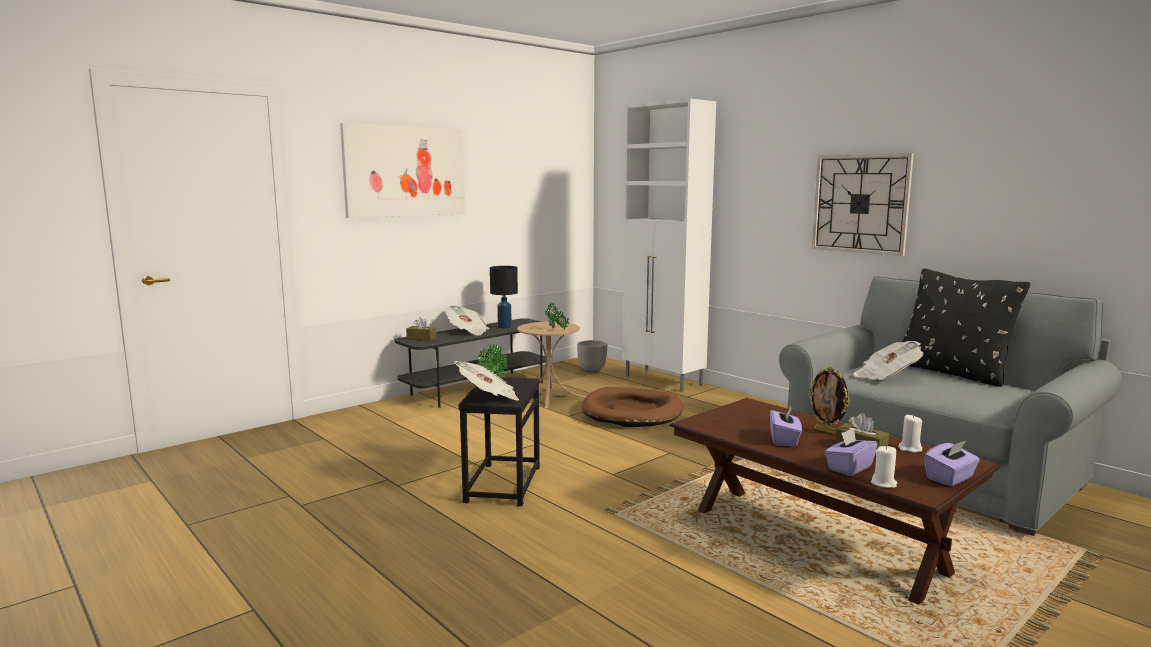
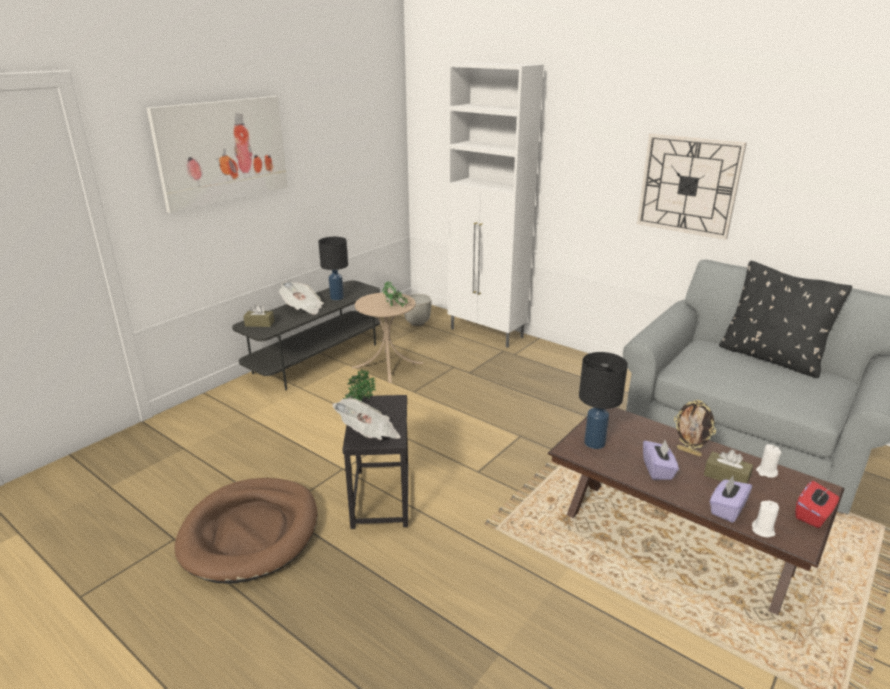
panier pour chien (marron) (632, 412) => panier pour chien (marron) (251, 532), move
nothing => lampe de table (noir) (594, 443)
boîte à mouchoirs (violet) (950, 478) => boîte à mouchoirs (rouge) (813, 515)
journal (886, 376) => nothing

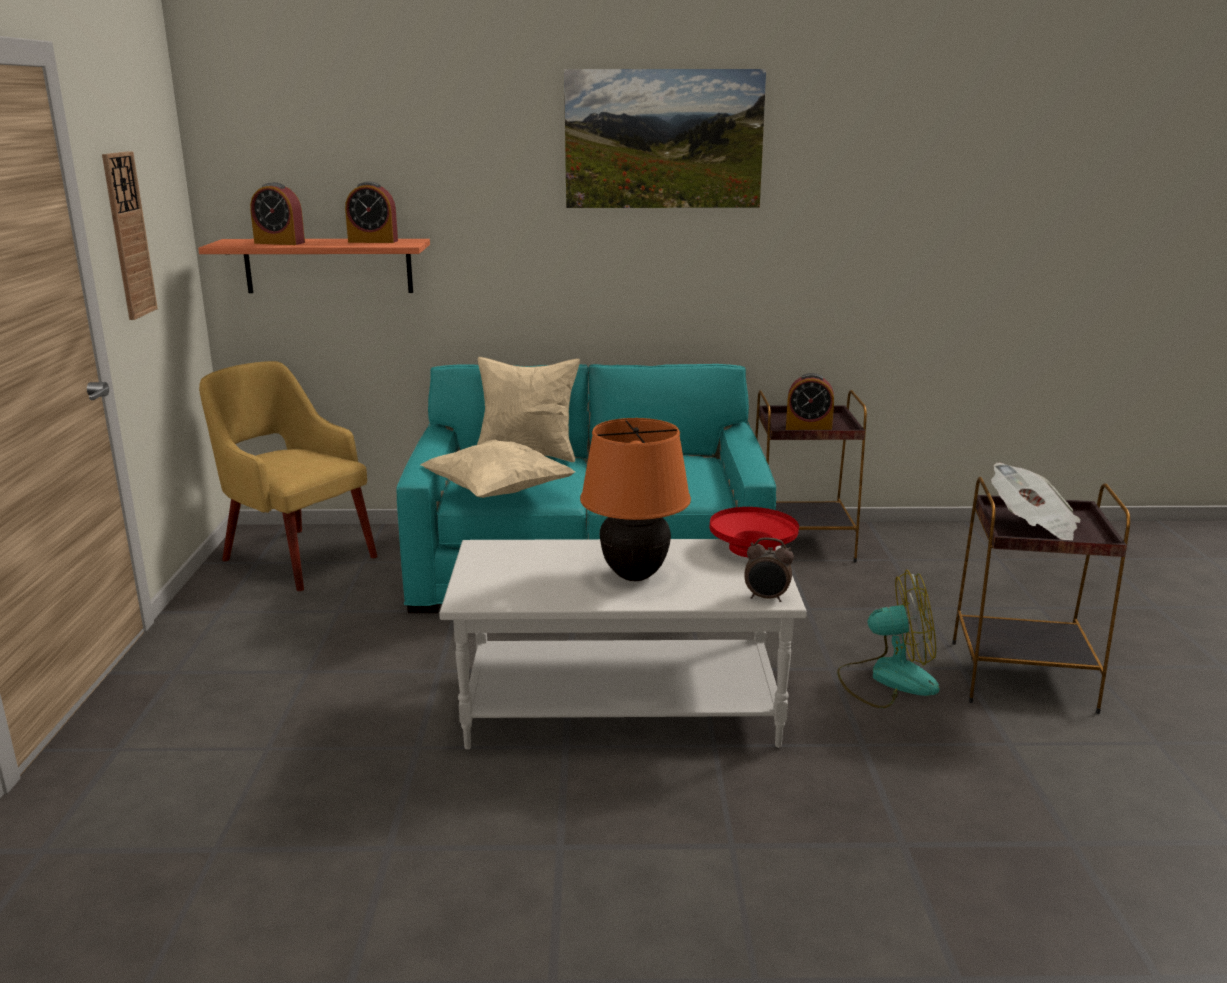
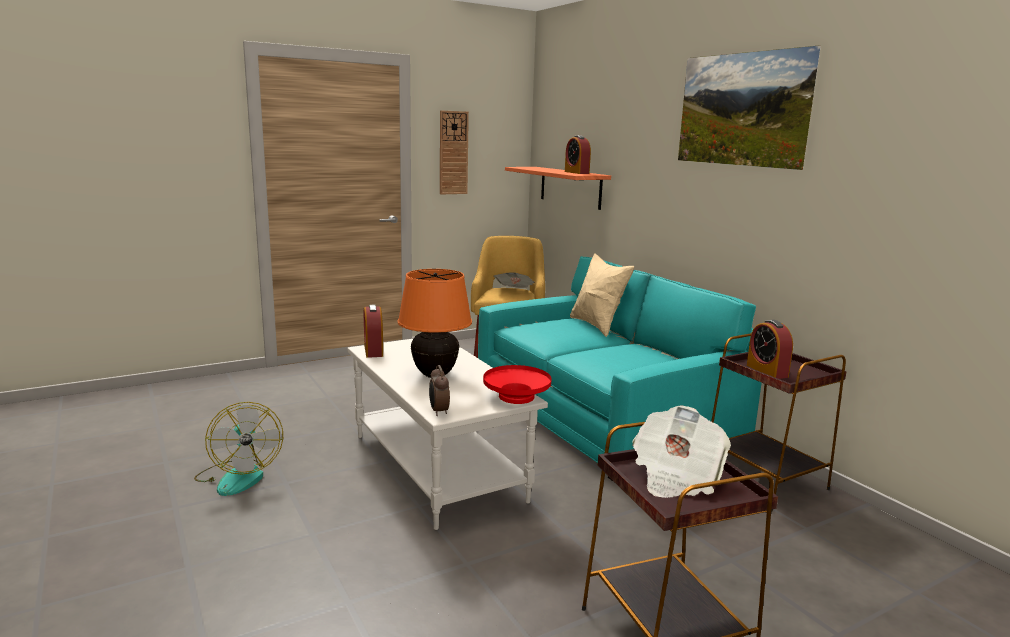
ventilateur (887, 679) => ventilateur (239, 476), move
réveil (279, 243) => réveil (373, 351), move
nothing => journal (514, 291)
coussin (beige) (498, 493) => nothing

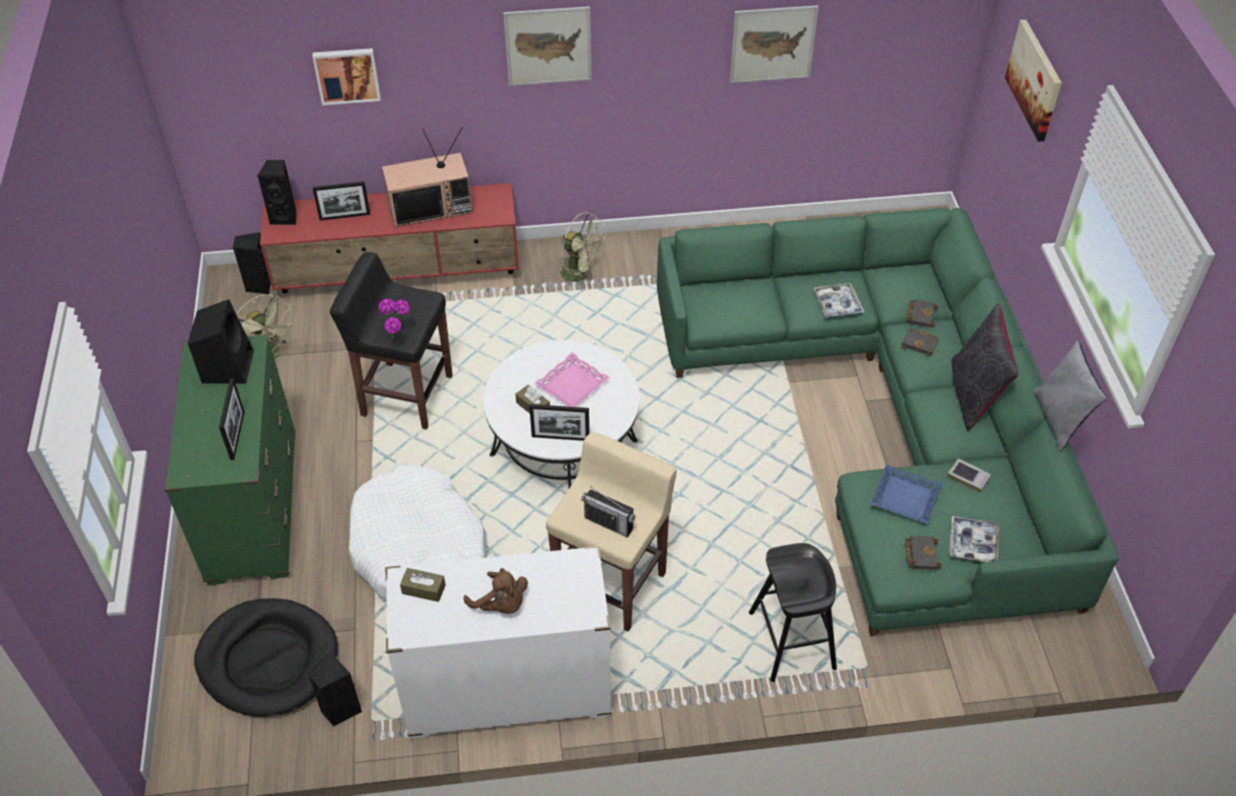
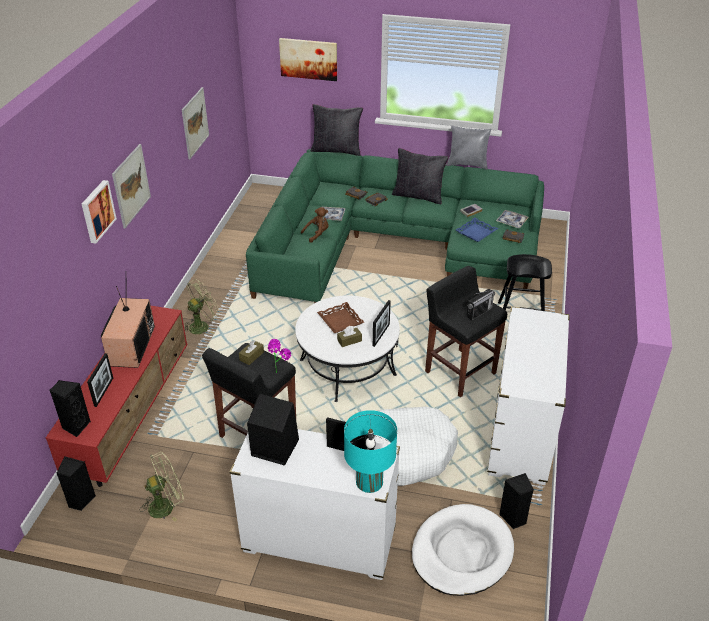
tableau (347, 75) => tableau (97, 211), move
commode (vert) (253, 508) => commode (blanc) (319, 541)
boîte à mouchoirs (marron) (423, 589) => boîte à mouchoirs (marron) (251, 356), move
peluche (marron) (501, 604) => peluche (marron) (317, 234), move
nothing => coussin (noir) (336, 150)
plateau (rose) (572, 384) => plateau (marron) (340, 321)
nothing => lampe de table (turquoise) (369, 482)
panier pour chien (noir) (268, 660) => panier pour chien (blanc) (461, 552)
tabouret (beige) (612, 583) => tabouret (noir) (459, 372)

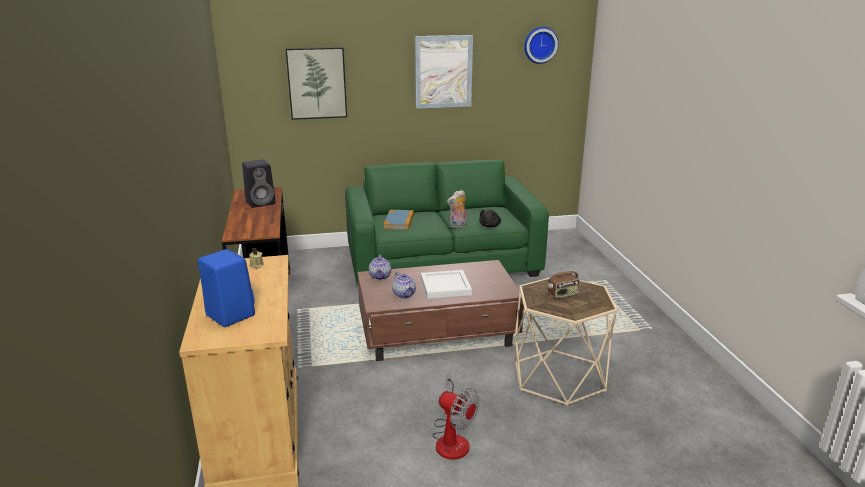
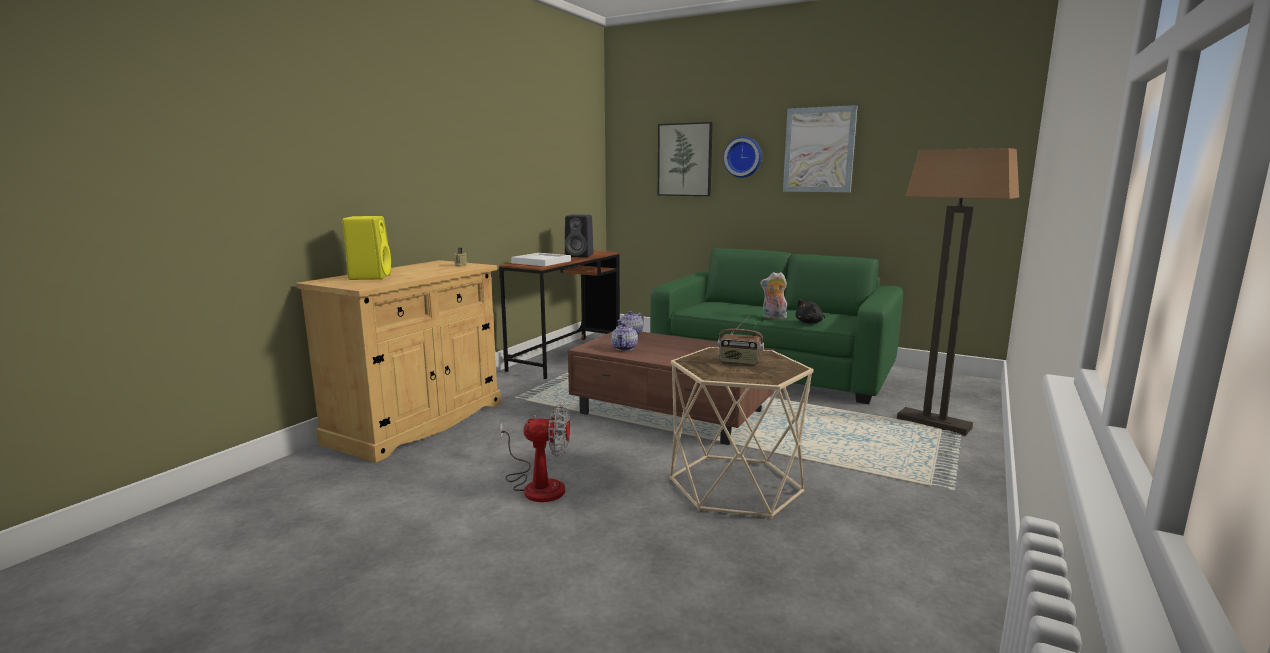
enceinte (bleu) (229, 315) => enceinte (jaune) (370, 277)
ventilateur (452, 438) => ventilateur (537, 485), 75 degrees counterclockwise
plateau (blanc) (445, 286) => plateau (blanc) (540, 262), move
horloge murale (540, 44) => horloge murale (743, 157), move
nothing => lampadaire (934, 423)
livre (399, 222) => nothing

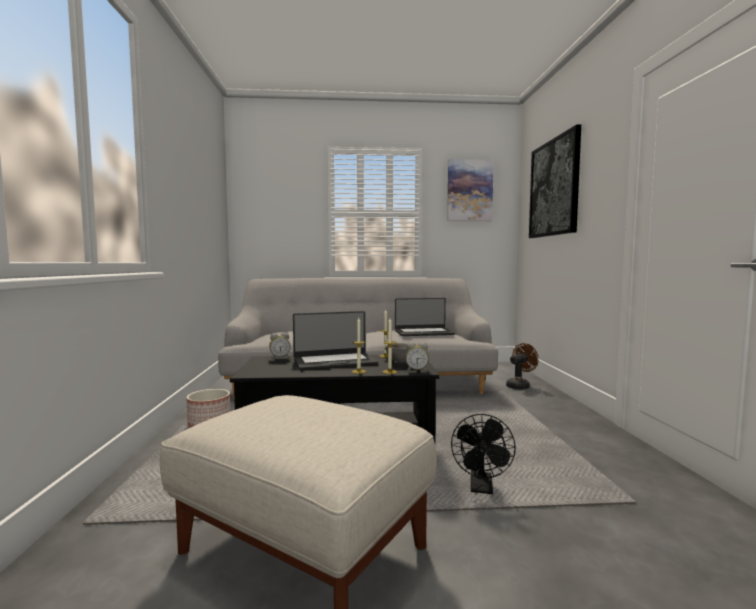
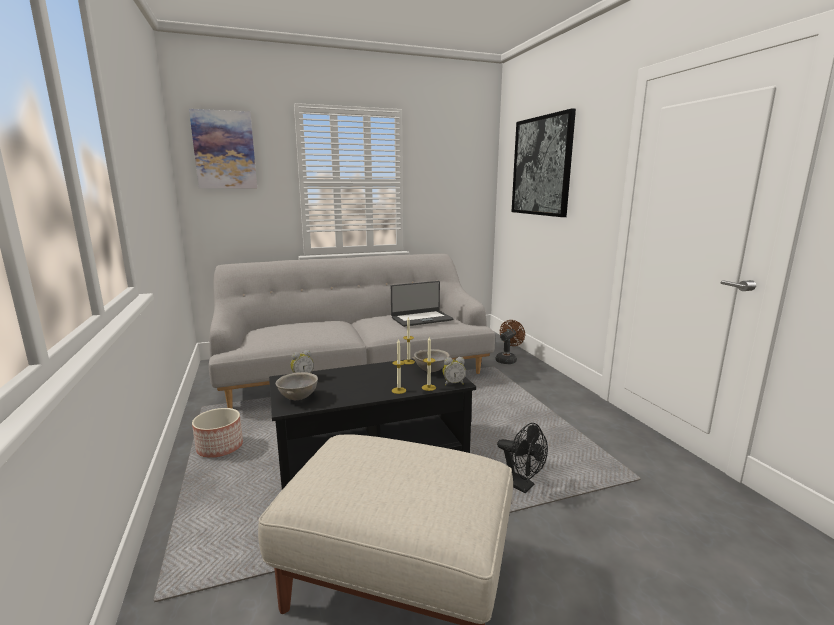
tableau (469, 190) => tableau (224, 150), move
nothing => bol (gris) (297, 398)
ventilateur (noir) (482, 489) => ventilateur (noir) (521, 485), 45 degrees counterclockwise
ordinateur portable (334, 362) => nothing

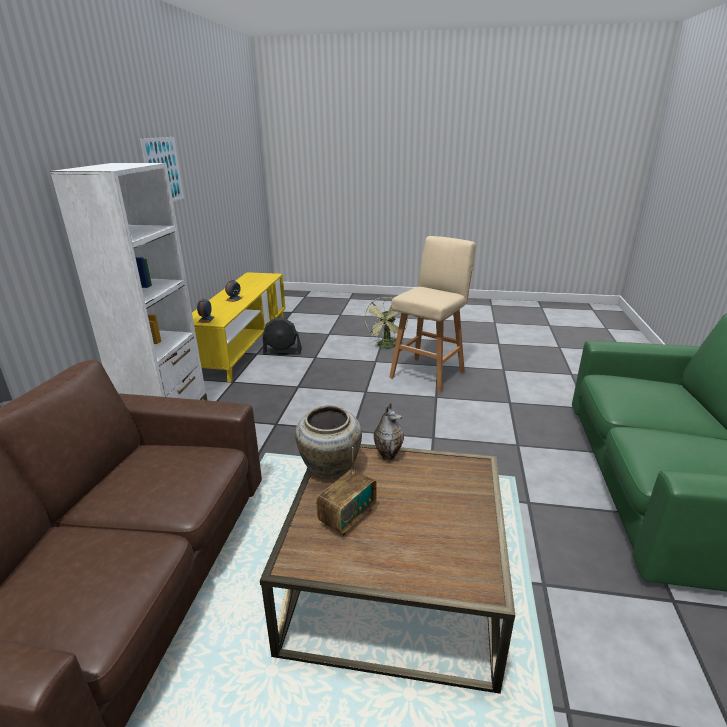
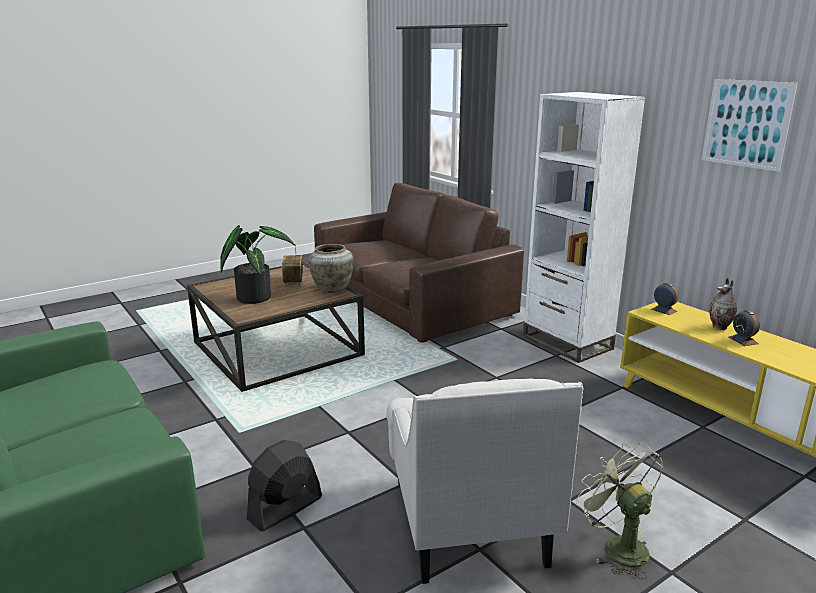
nothing => plante en pot (256, 296)
ventilateur (noir) (282, 352) => ventilateur (noir) (285, 508), move
tabouret (beige) (428, 374) => fauteuil (blanc) (467, 520)
vase (388, 455) => vase (720, 327), move

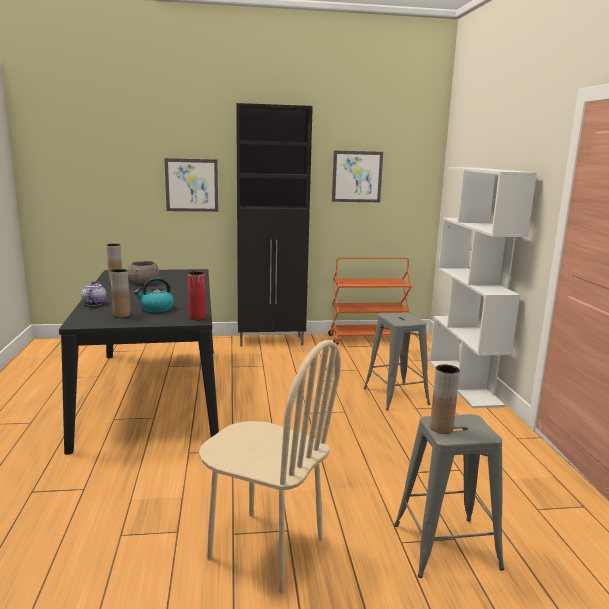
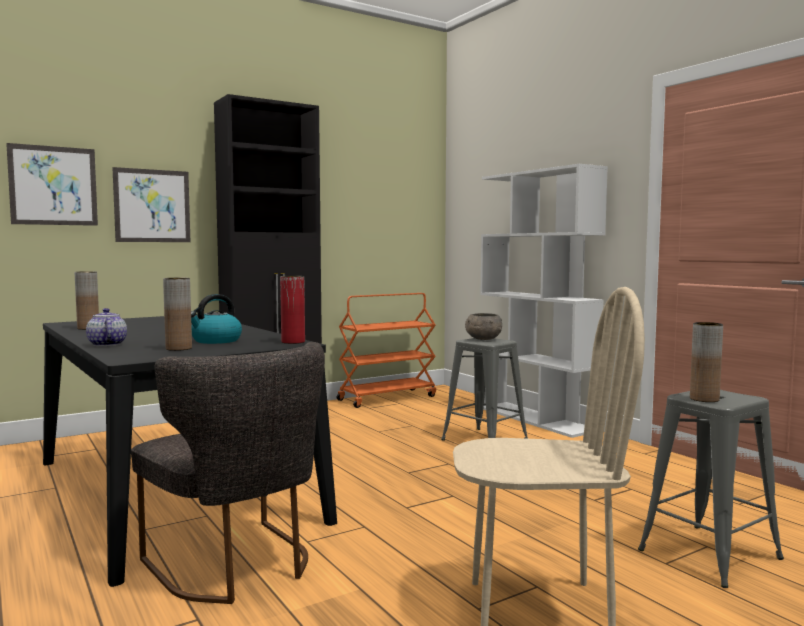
tableau (357, 176) => tableau (53, 185), move
nothing => chaise (gris) (237, 567)
bol (gris) (143, 282) => bol (gris) (483, 339), move

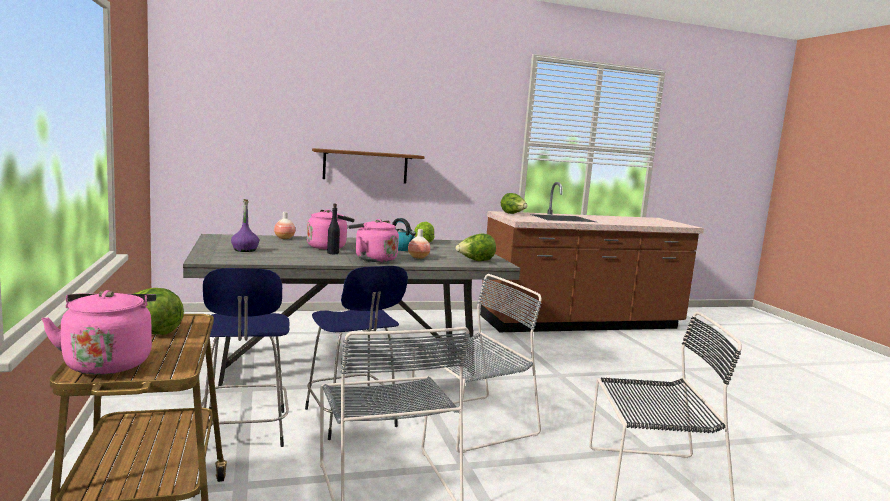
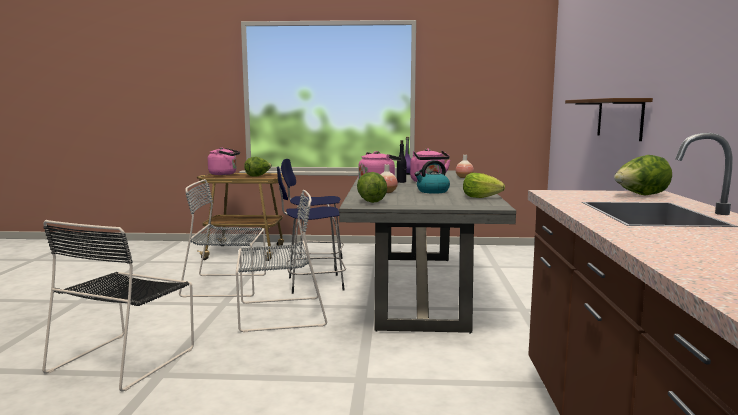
chaise (gris) (469, 423) => chaise (gris) (278, 314), 90 degrees counterclockwise

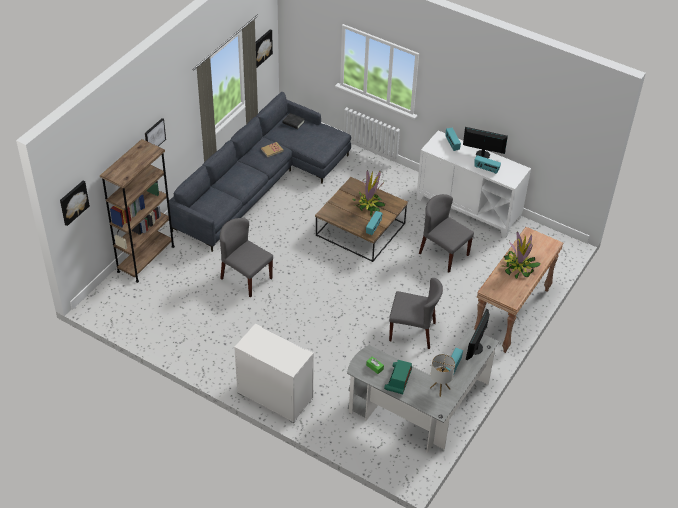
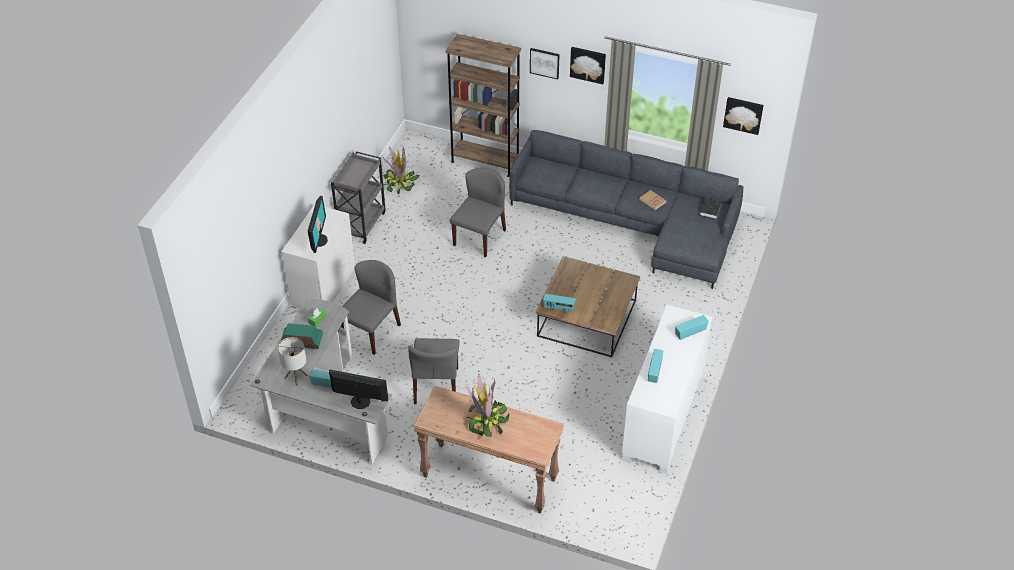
écran d'ordinateur (482, 155) => écran d'ordinateur (319, 240), move
nothing => chariot (gris) (361, 223)
chaise (gris) (443, 254) => chaise (gris) (371, 331), move
plante en pot (368, 205) => plante en pot (399, 183), move
tableau (73, 202) => tableau (588, 64), move

